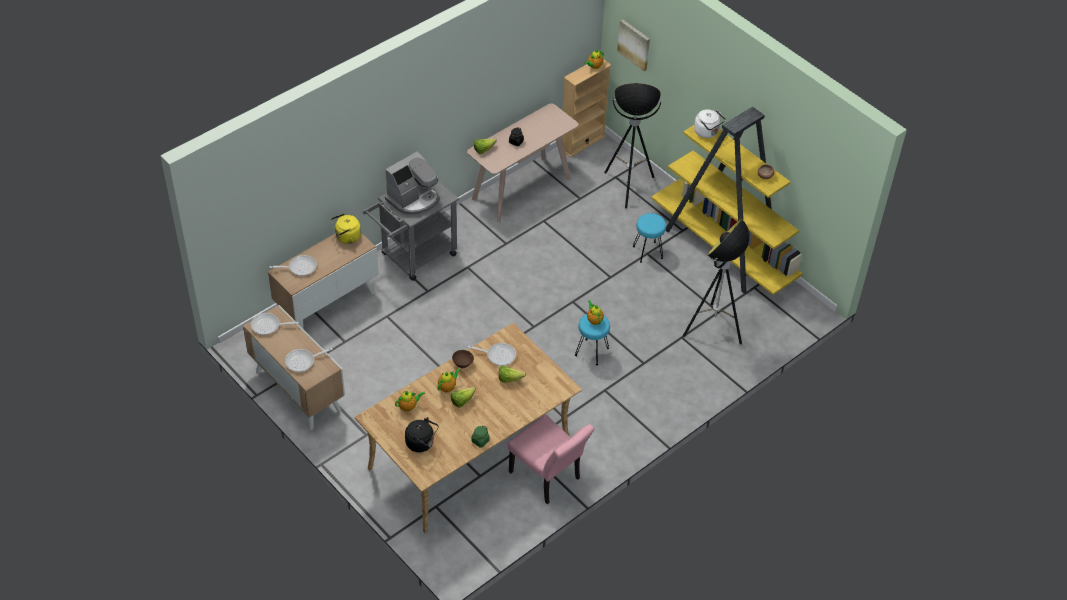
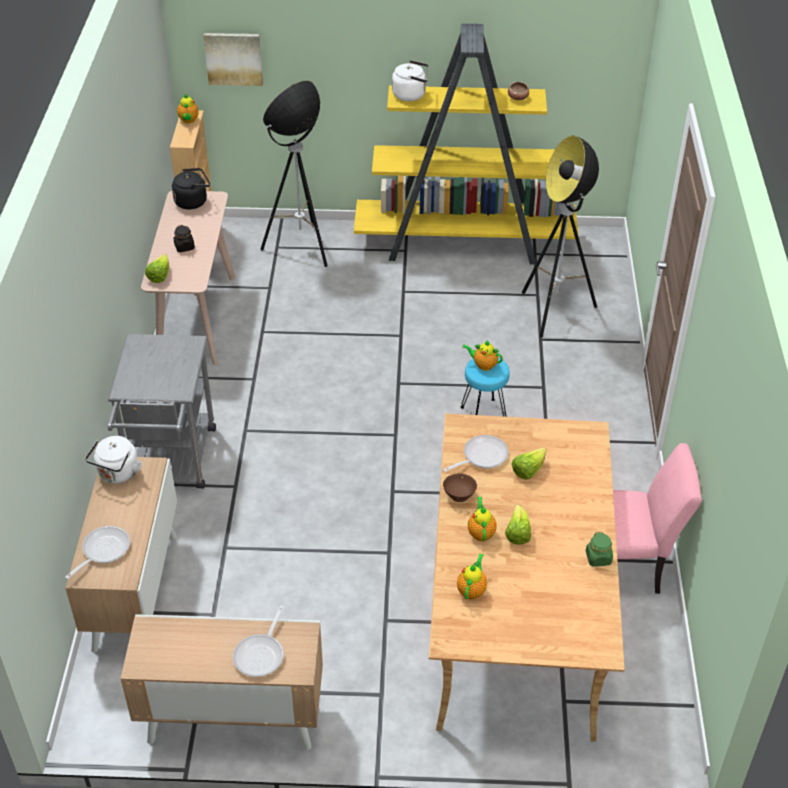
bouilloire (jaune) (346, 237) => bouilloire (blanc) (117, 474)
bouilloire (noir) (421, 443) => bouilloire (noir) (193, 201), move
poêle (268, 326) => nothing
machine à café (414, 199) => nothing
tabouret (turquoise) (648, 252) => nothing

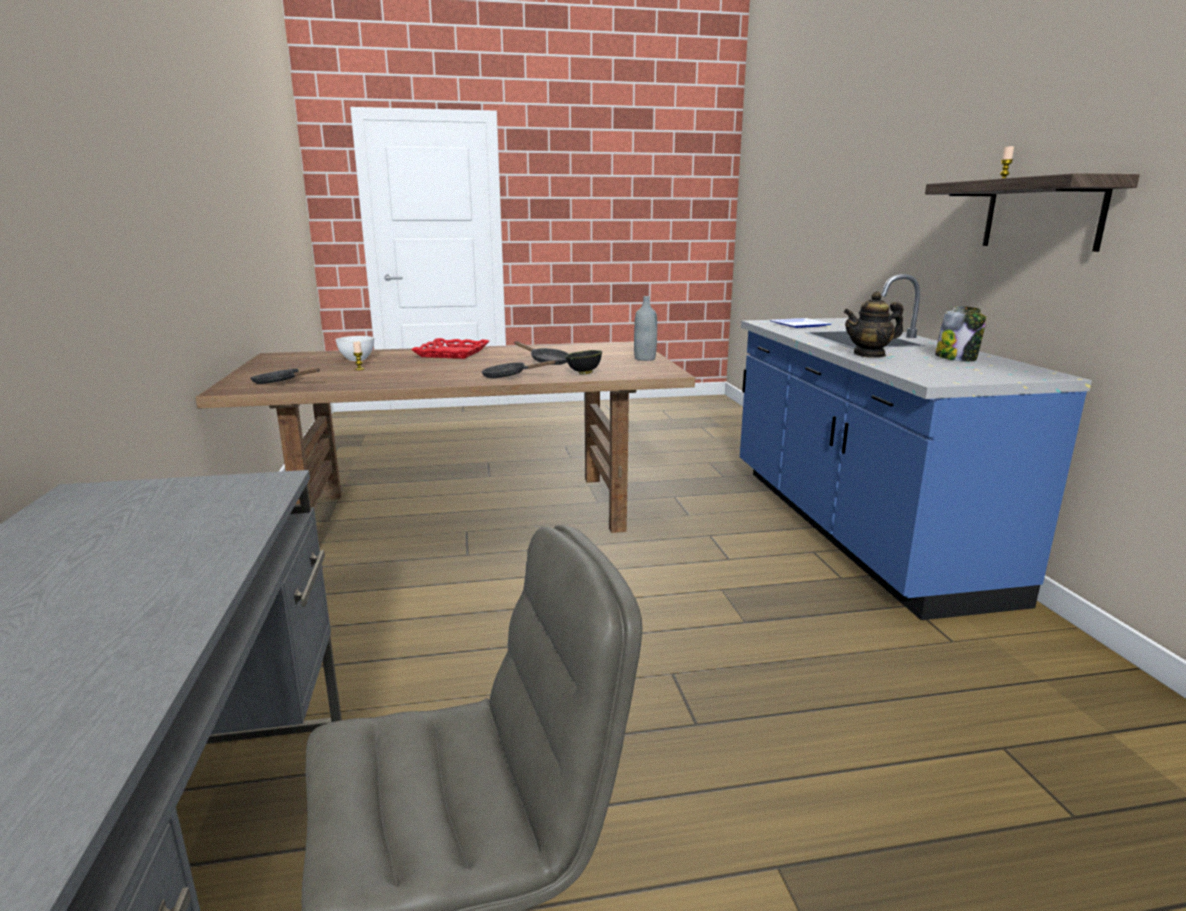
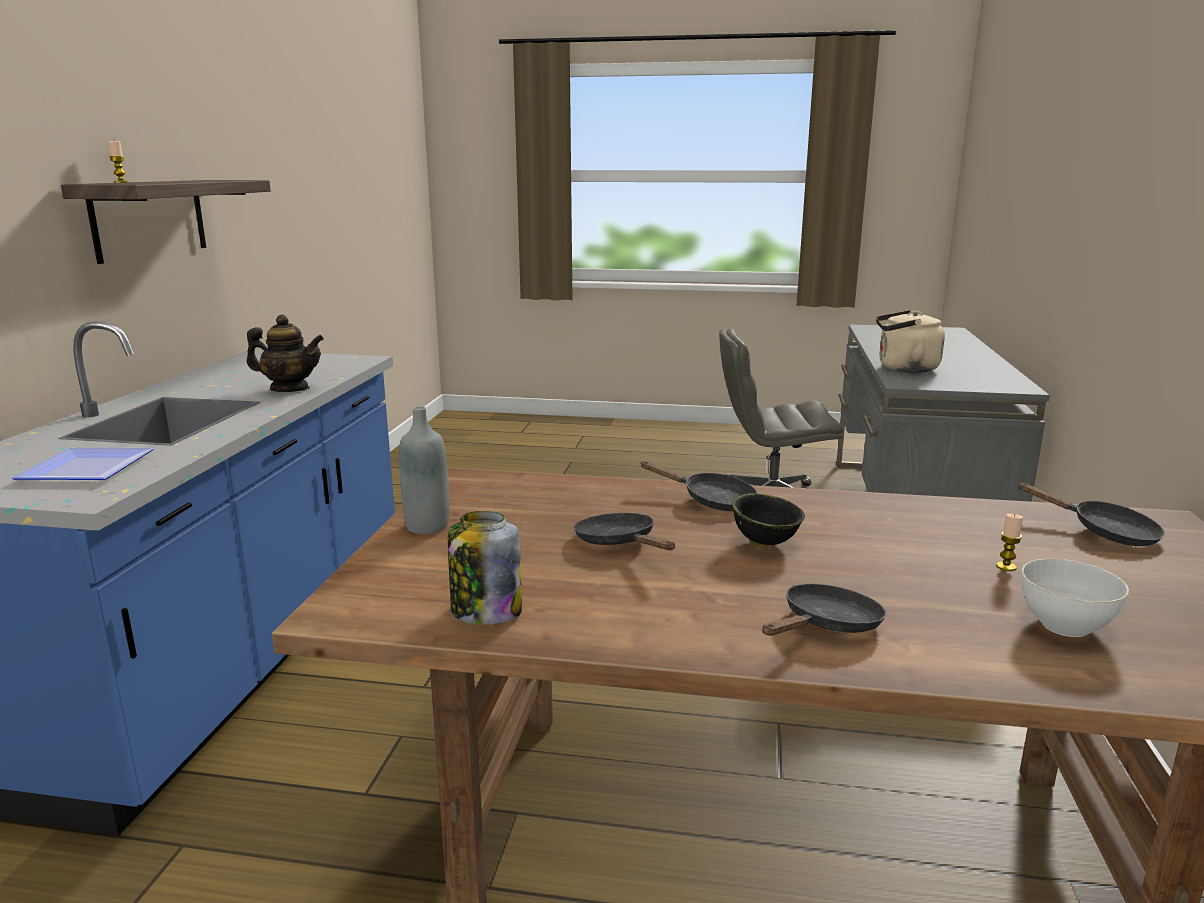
bocal (956, 358) => bocal (485, 611), move
bol (noir) (584, 374) => bol (noir) (765, 543), move
plateau (rouge) (451, 353) => poêle (noir) (827, 625)
nothing => bouilloire (beige) (904, 368)

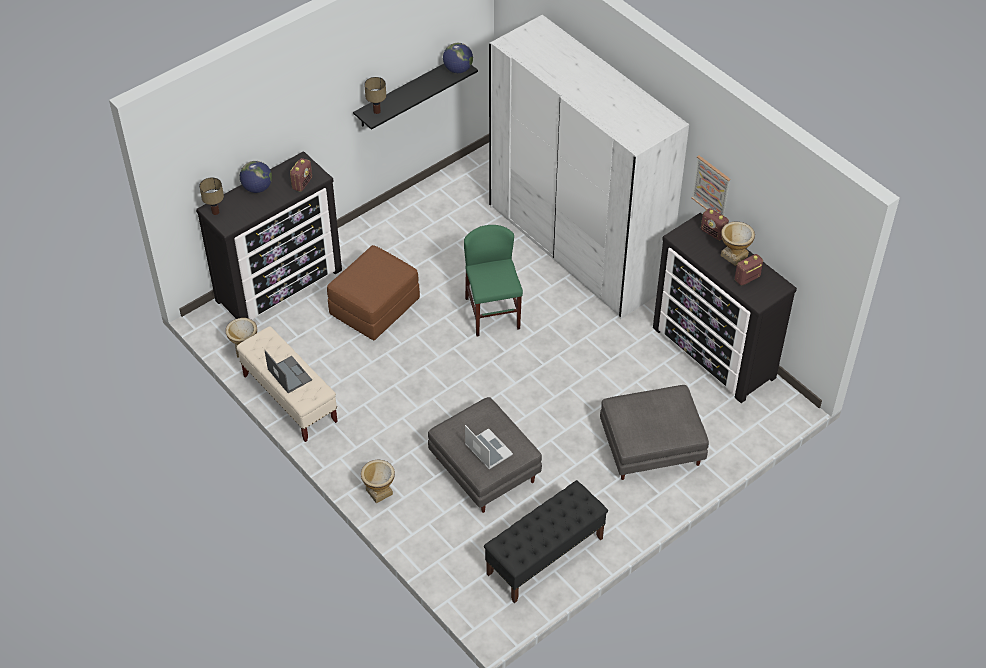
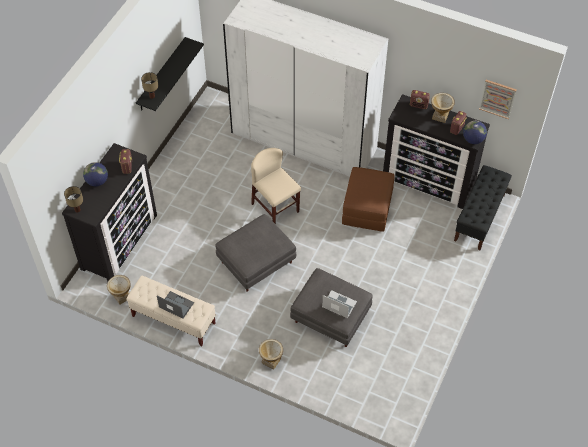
pouf (gris) (650, 448) => pouf (gris) (256, 263), move
chaise (vert) (492, 313) => chaise (beige) (275, 208)
pouf (marron) (374, 307) => pouf (marron) (367, 209), move
banc (noir) (544, 556) => banc (noir) (479, 218), move
globe (458, 69) => globe (473, 140), move
tableau (711, 188) => tableau (497, 98), move

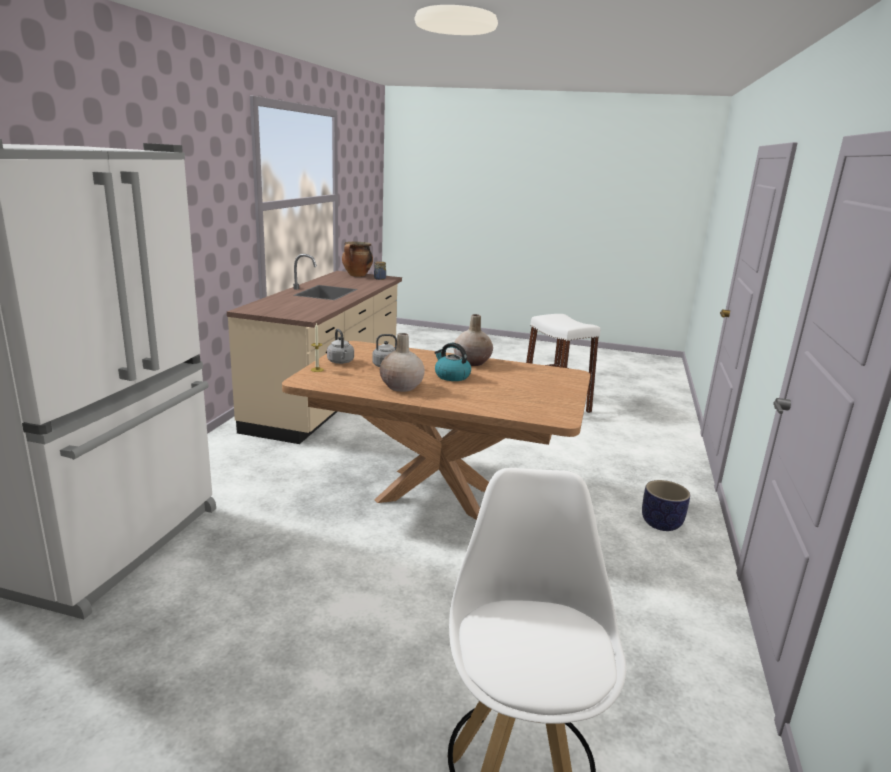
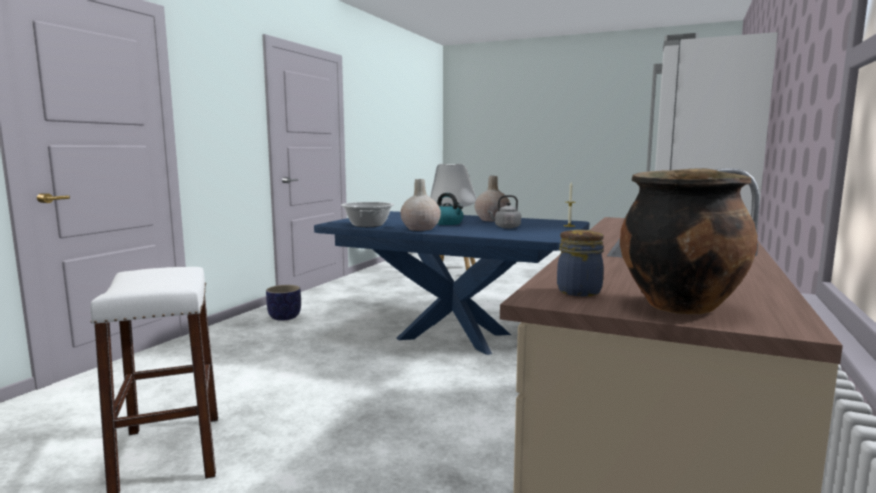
table à manger (marron) (438, 495) => table à manger (bleu) (453, 336)
nothing => marmite (368, 225)
bouilloire (gris) (341, 362) => nothing

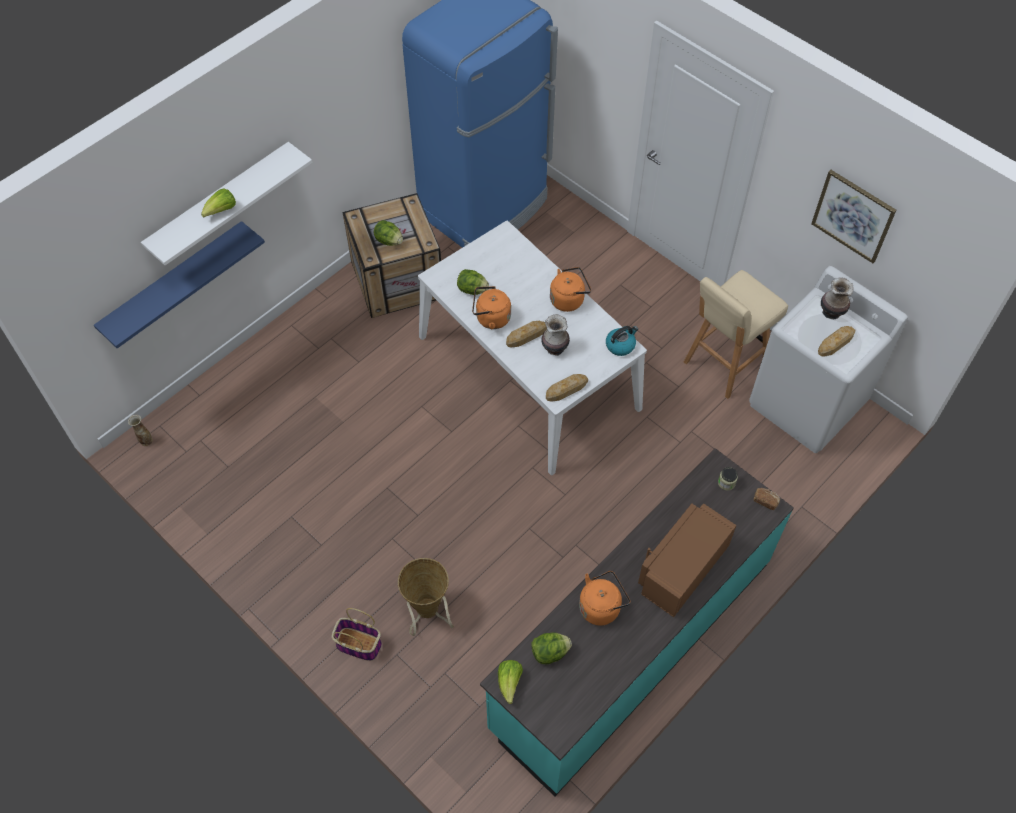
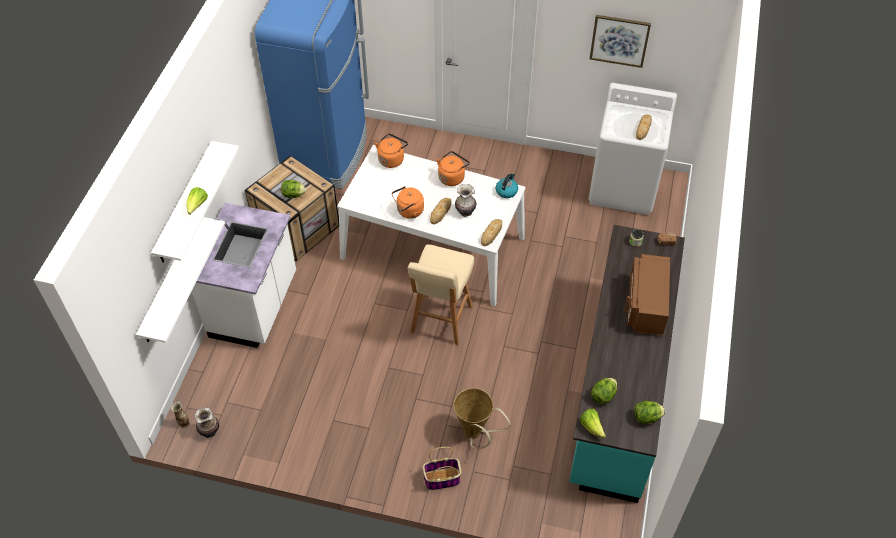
étagère (bleu) (173, 282) => étagère (blanc) (171, 281)
nothing => comptoir de cuisine (blanc) (255, 306)
vase (831, 312) => vase (209, 431), move
bouilloire (orange) (601, 606) => bouilloire (orange) (392, 159), move
tabouret (beige) (723, 364) => tabouret (beige) (440, 320), move
laitue (472, 290) => laitue (646, 417), move

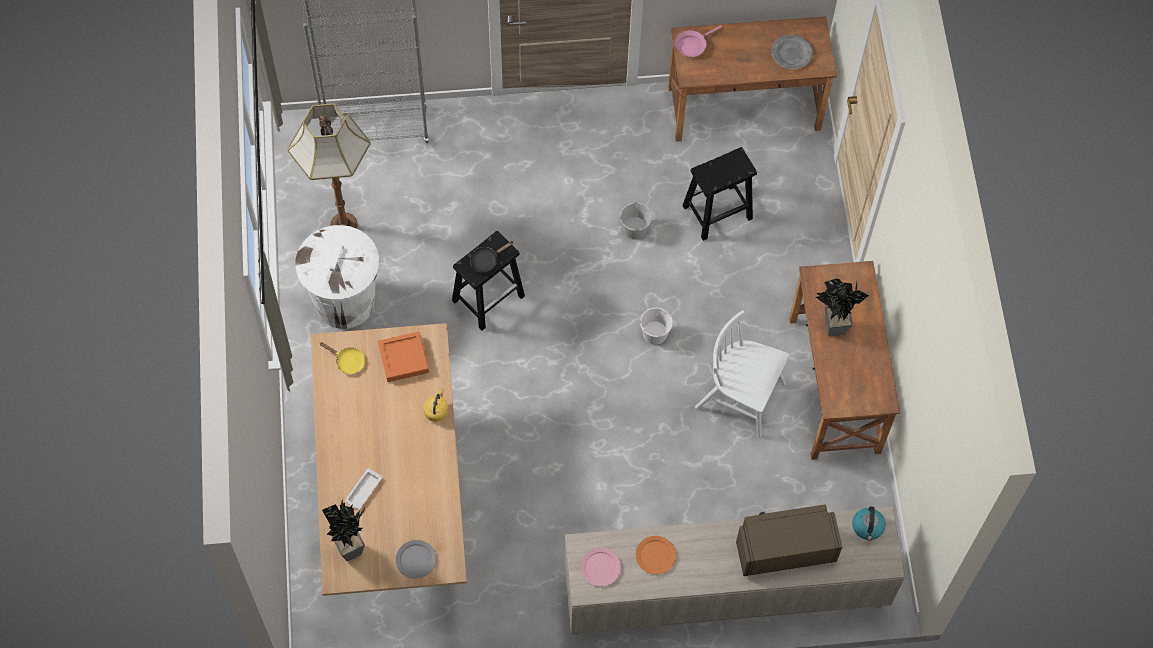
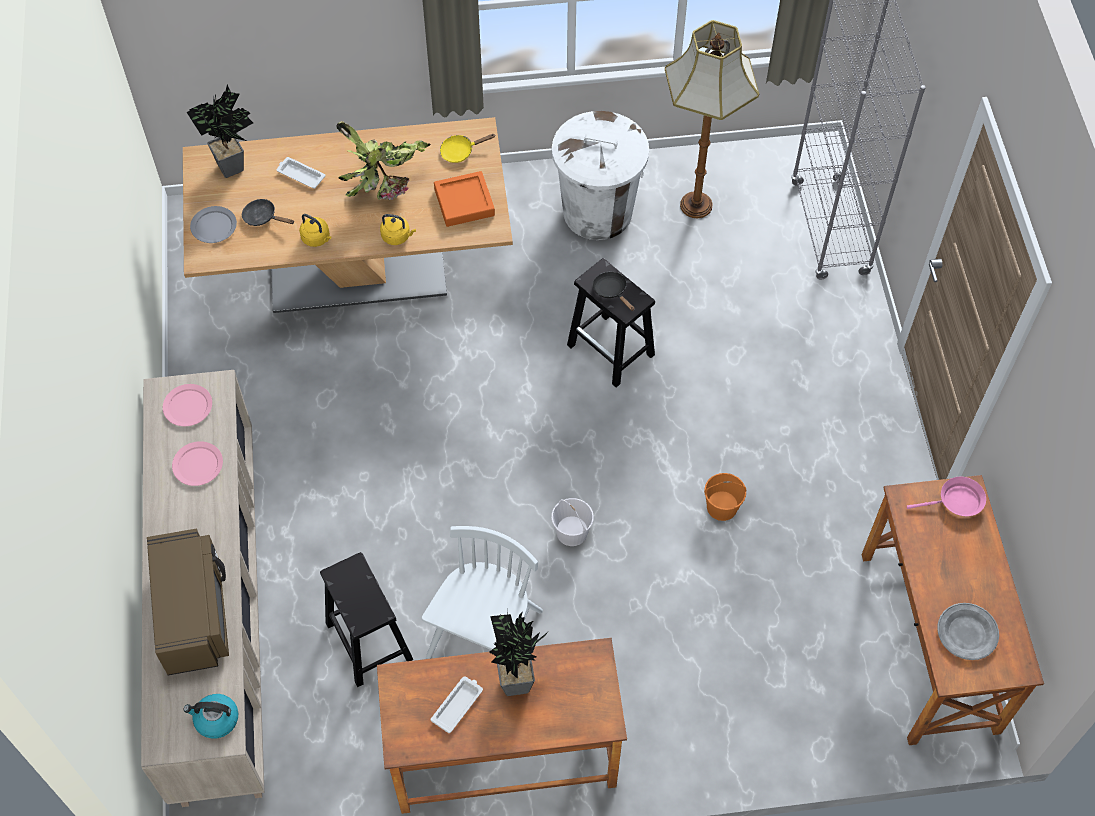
assiette (orange) (655, 556) => assiette (rose) (197, 464)
nothing => poêle (noir) (263, 217)
nothing => bouilloire (jaune) (317, 238)
tabouret (noir) (716, 213) => tabouret (noir) (368, 640), move
nothing => plante en pot (385, 183)
nothing => plateau (blanc) (458, 705)
poêle (jaune) (347, 361) => poêle (jaune) (460, 151), 45 degrees clockwise
seau (blanc) (635, 229) => seau (orange) (721, 507)
poêle (rose) (692, 45) => poêle (rose) (956, 501), 120 degrees clockwise

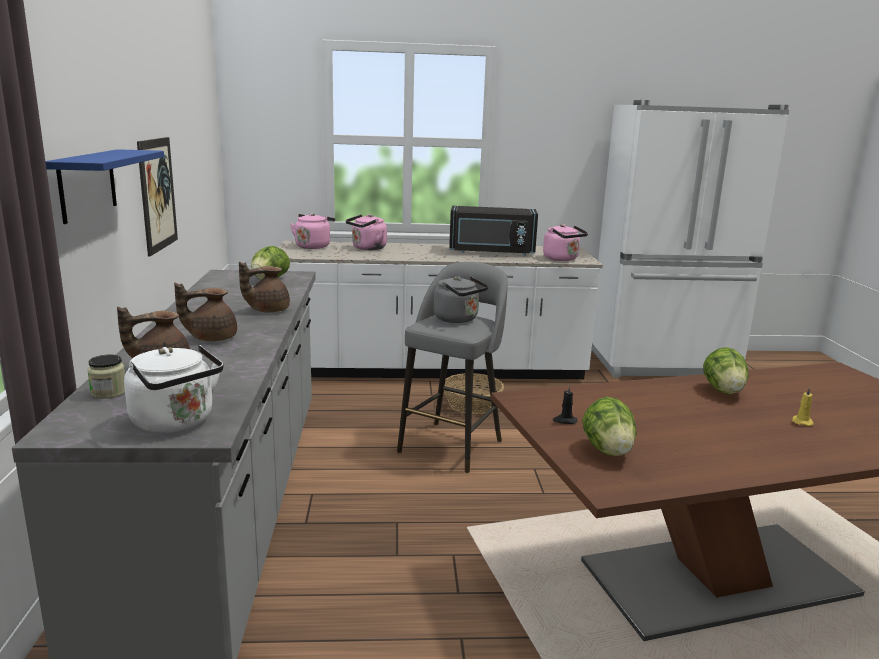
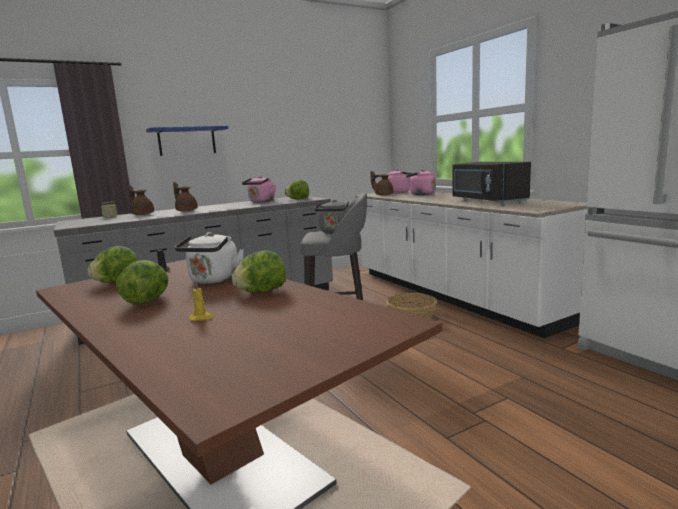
nothing => laitue (147, 300)
bouilloire (blanc) (176, 422) => bouilloire (blanc) (213, 280), move
bouilloire (rose) (562, 259) => bouilloire (rose) (261, 201), move
théière (marron) (267, 310) => théière (marron) (383, 195), move
tableau (157, 194) => nothing

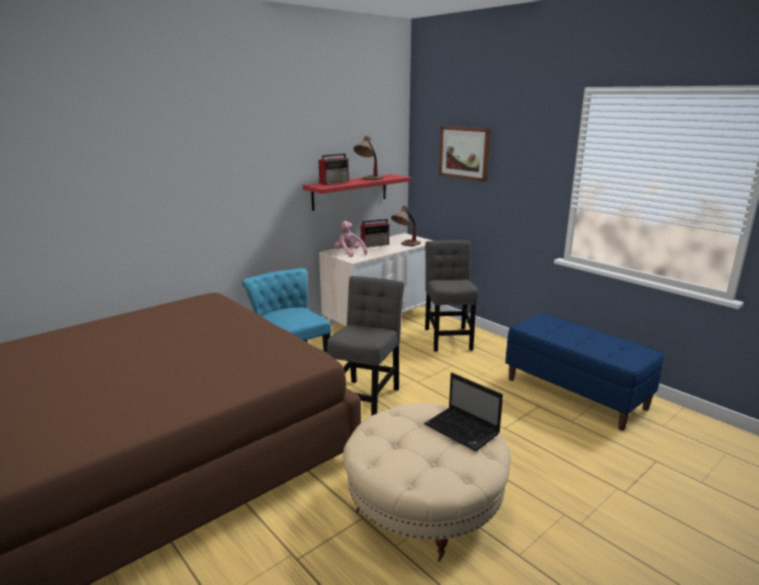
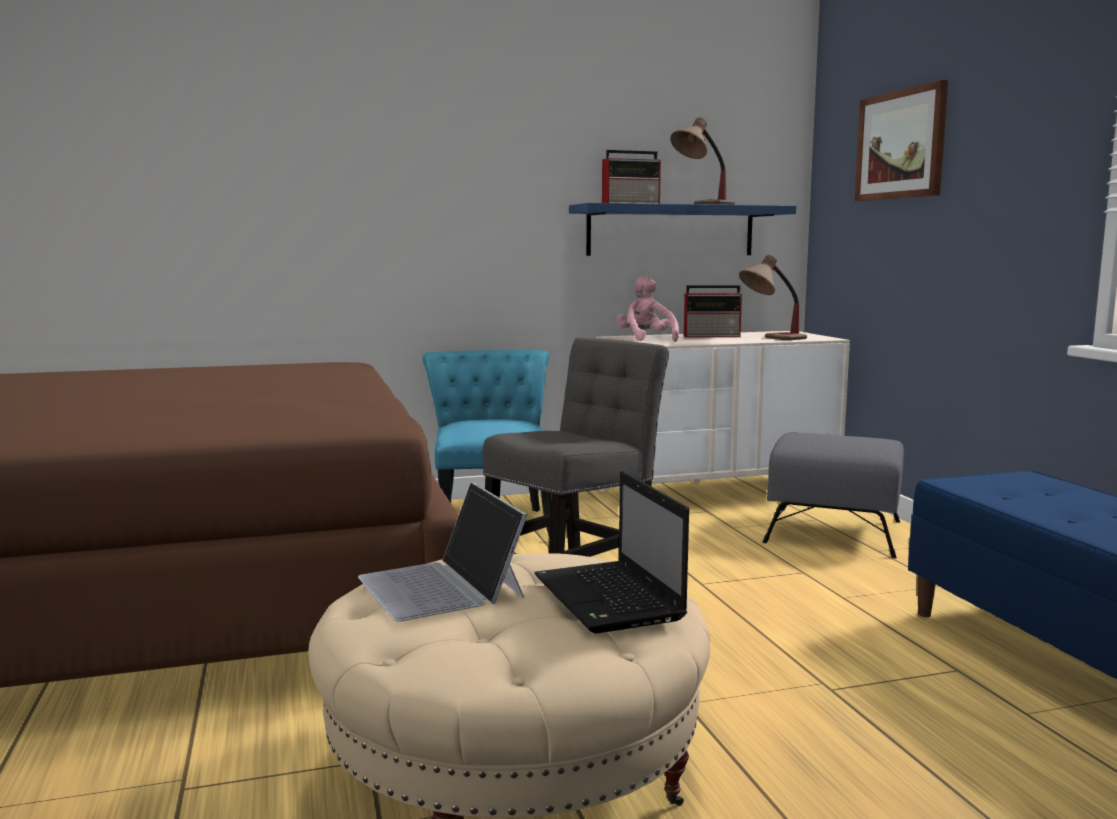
nothing => ordinateur portable (442, 587)
étagère (rouge) (350, 191) => étagère (bleu) (671, 231)
chaise (gris) (448, 337) => pouf (gris) (834, 532)

